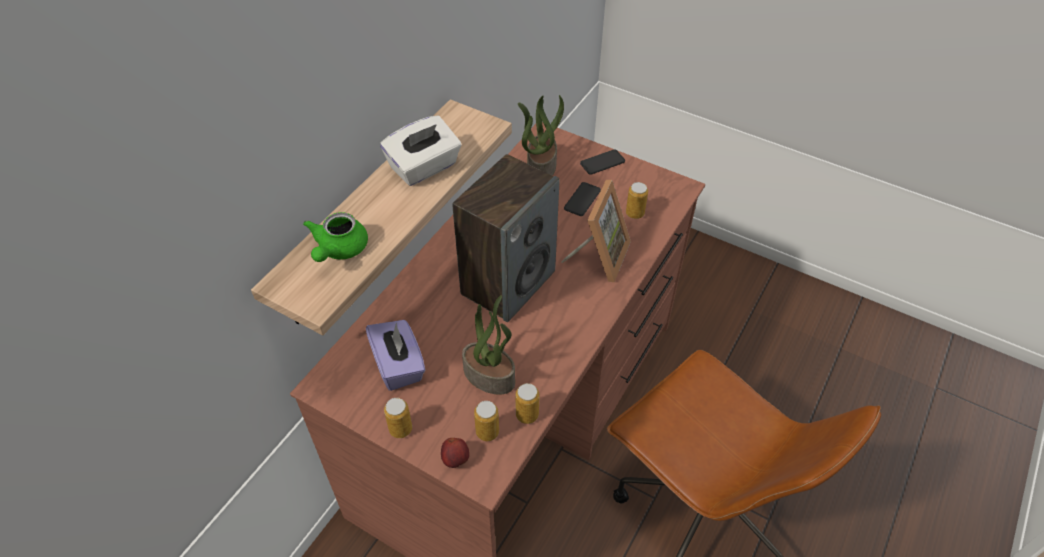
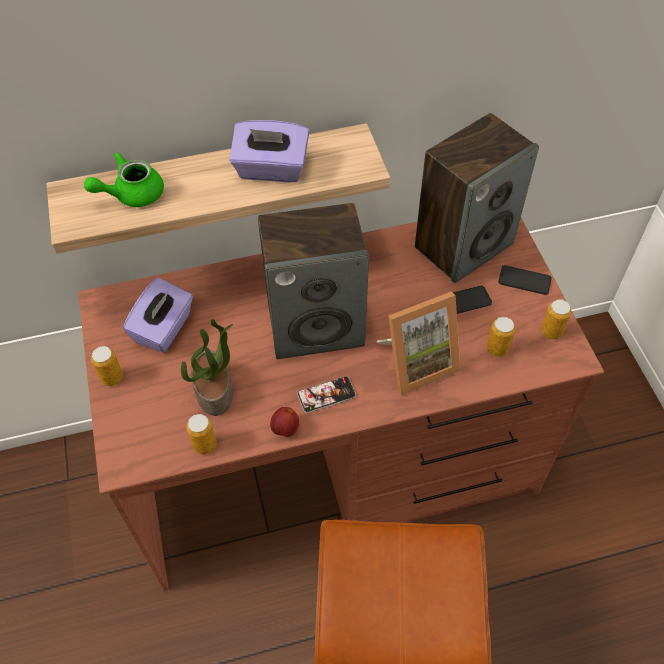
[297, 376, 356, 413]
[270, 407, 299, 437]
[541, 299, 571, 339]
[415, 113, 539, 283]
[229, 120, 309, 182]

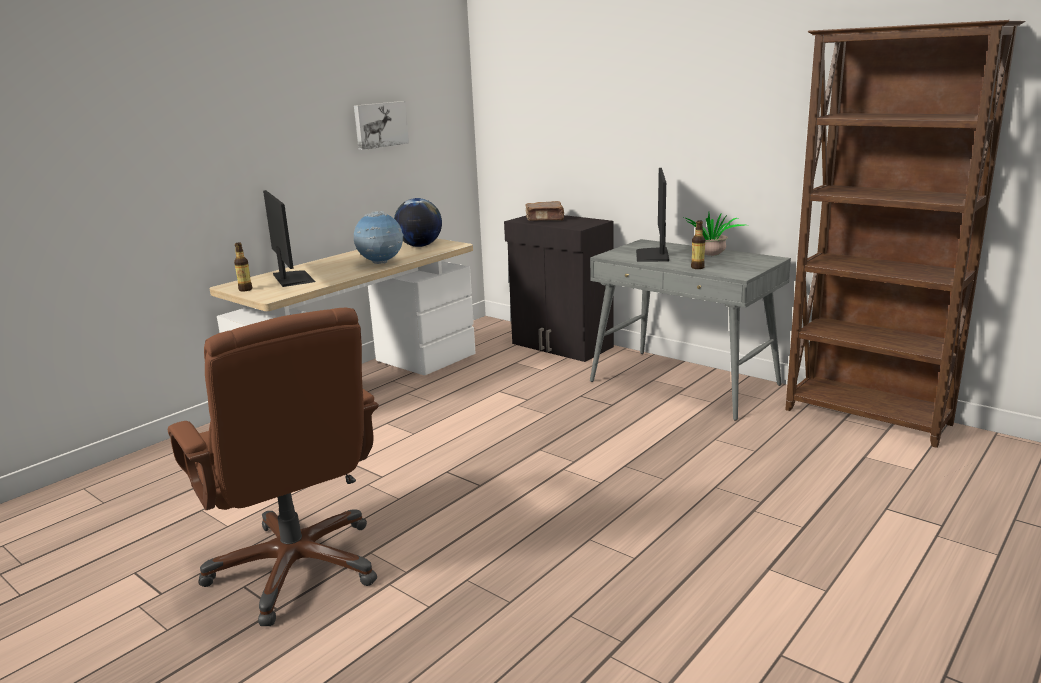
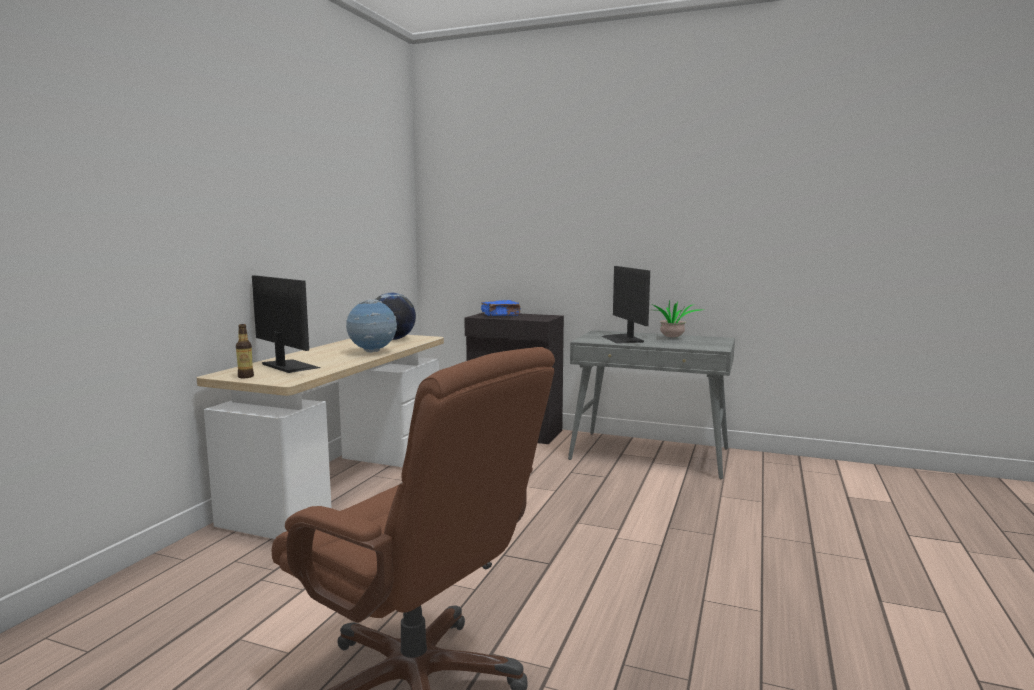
[354, 101, 409, 150] (first image)
[691, 220, 705, 269] (first image)
[785, 20, 1025, 448] (first image)
[481, 300, 521, 316]

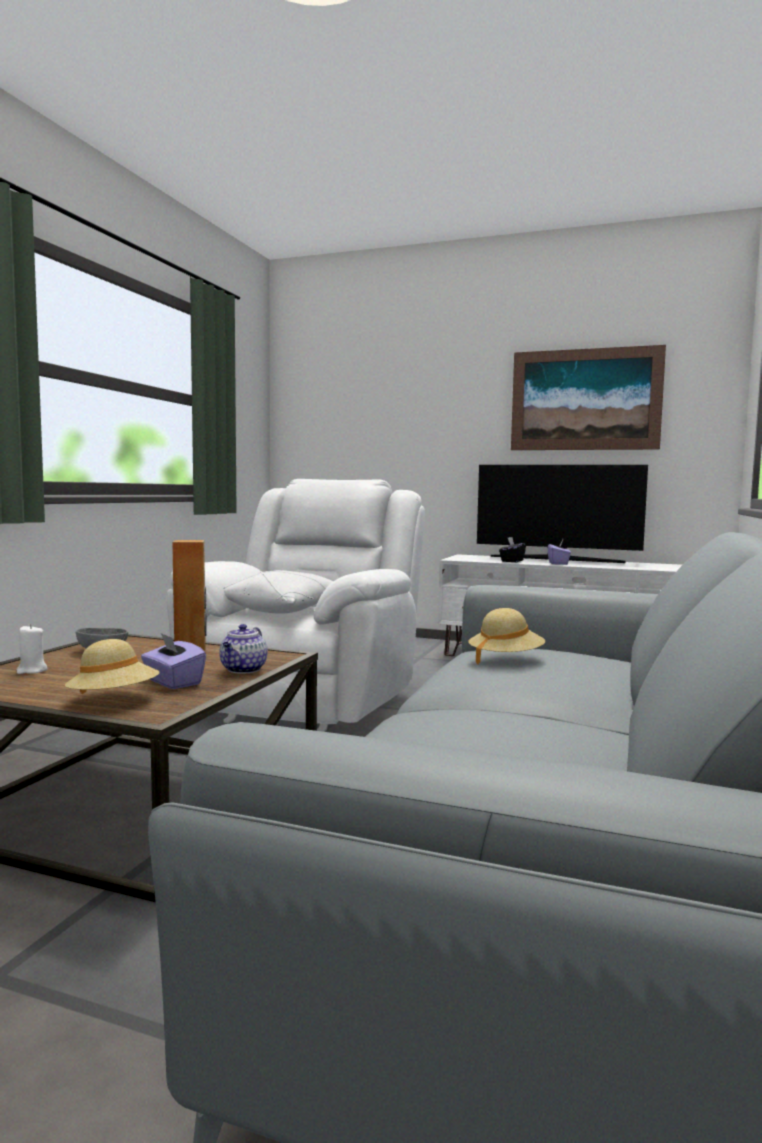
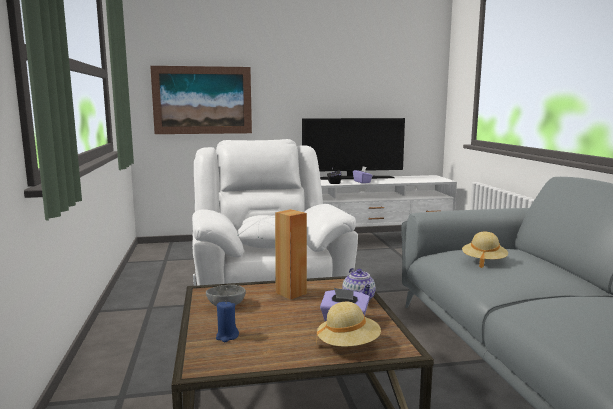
[150, 66, 252, 134]
[216, 302, 239, 342]

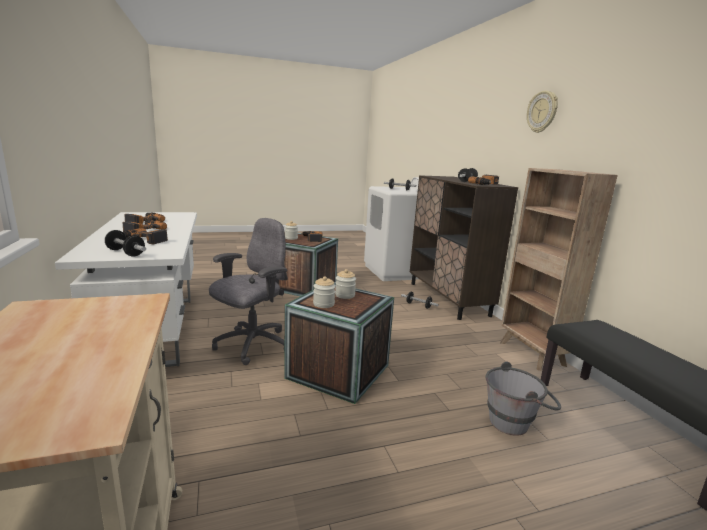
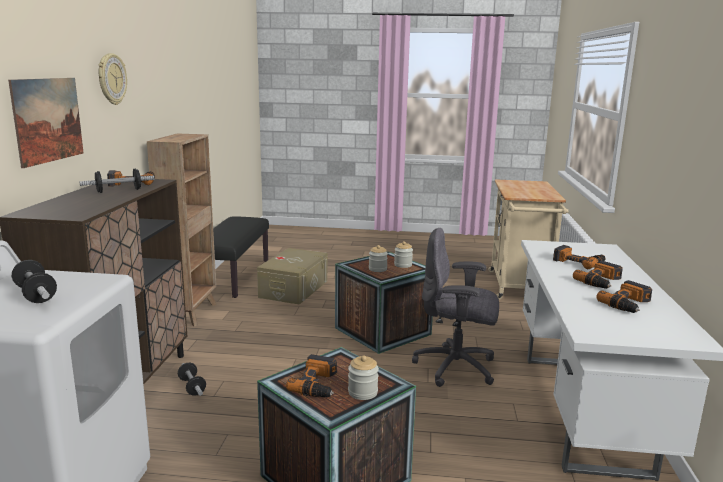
[105, 230, 146, 257] (first image)
[8, 78, 84, 168]
[257, 248, 327, 305]
[412, 228, 499, 387]

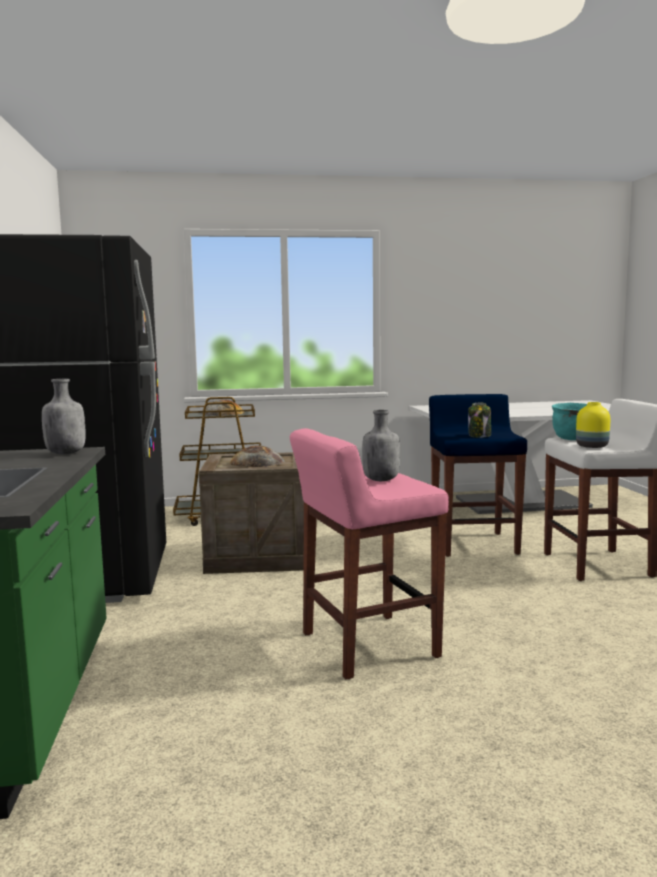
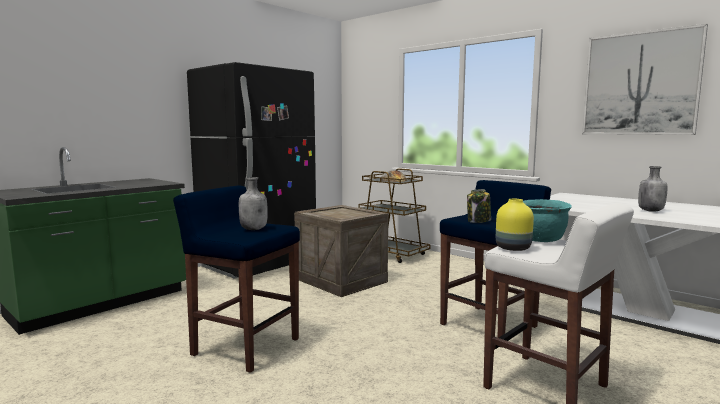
[230, 445, 285, 467] (first image)
[582, 24, 708, 135]
[638, 166, 667, 212]
[173, 186, 300, 373]

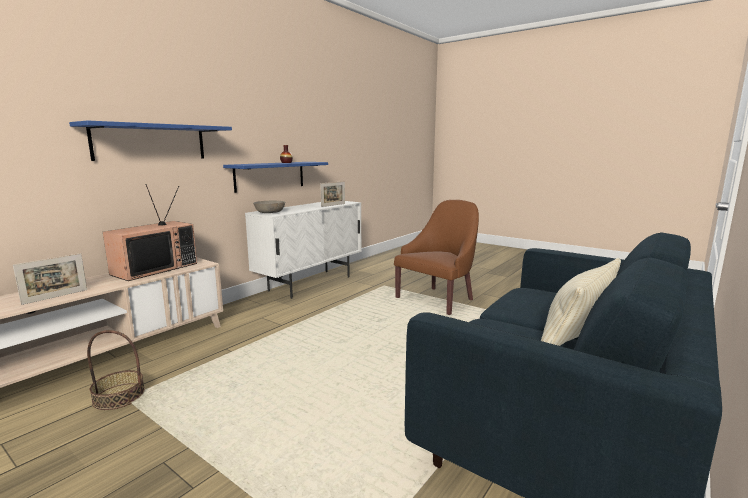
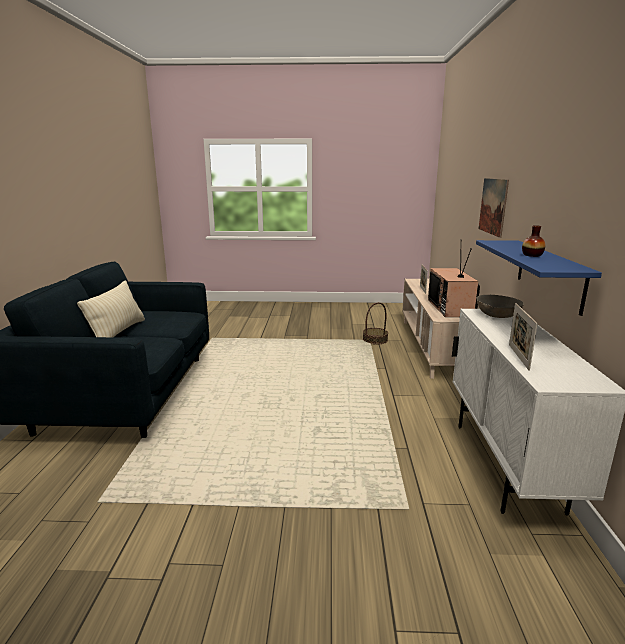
[394, 200, 479, 315] (first image)
[479, 178, 509, 238]

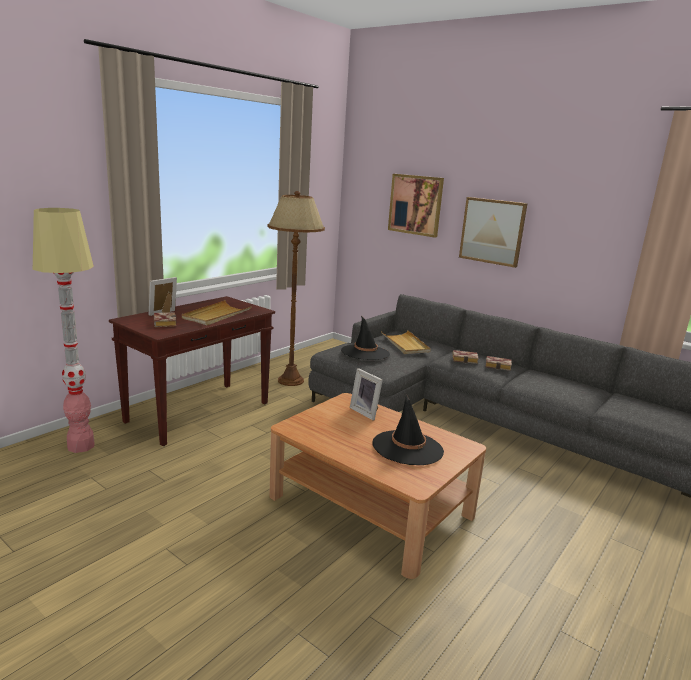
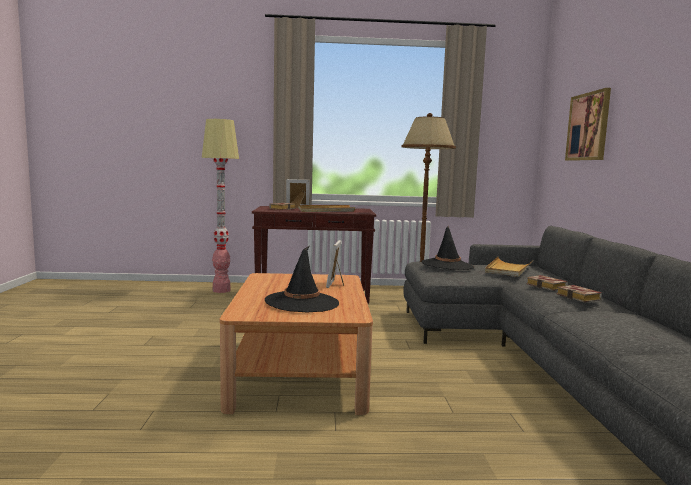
[459, 197, 528, 268] (first image)

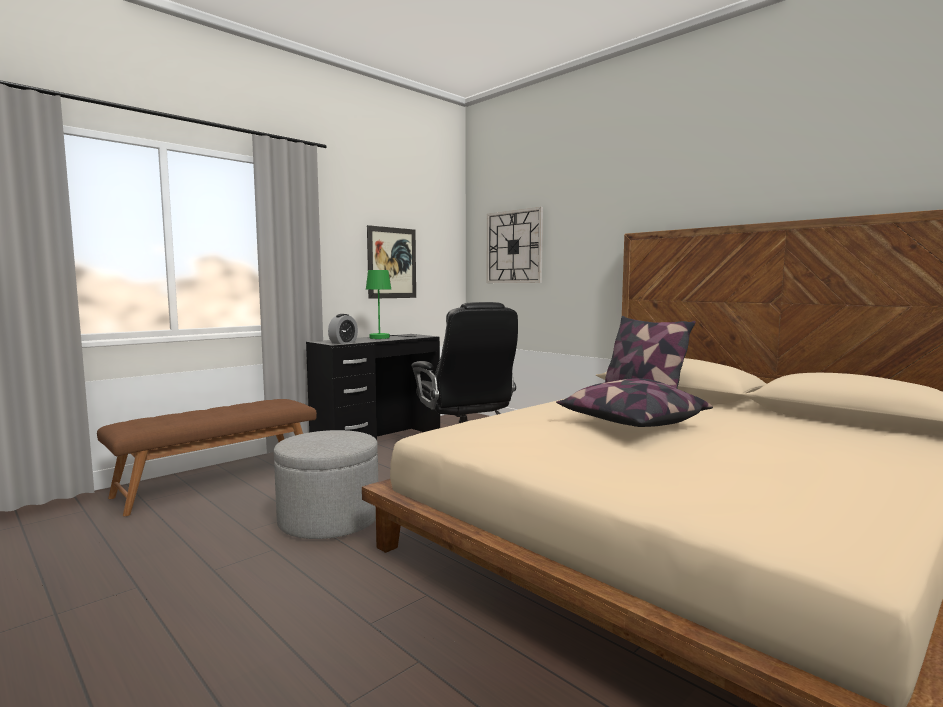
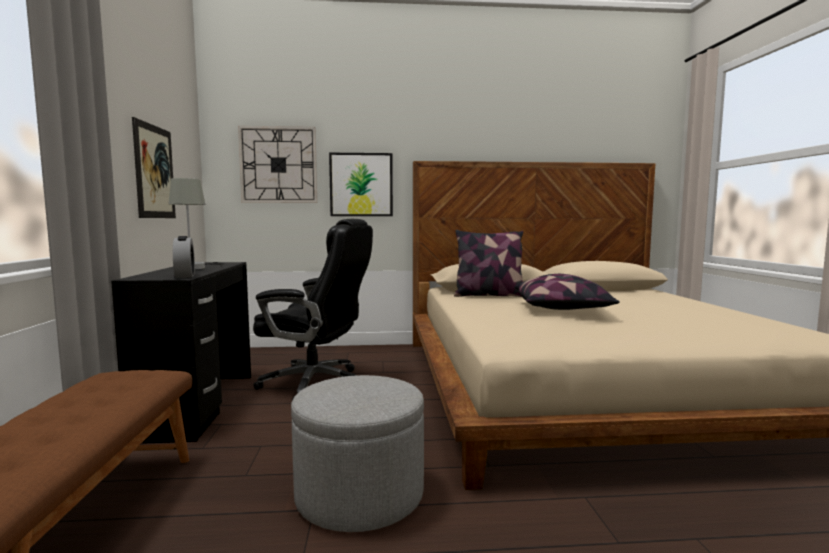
[329, 153, 393, 216]
[169, 178, 224, 270]

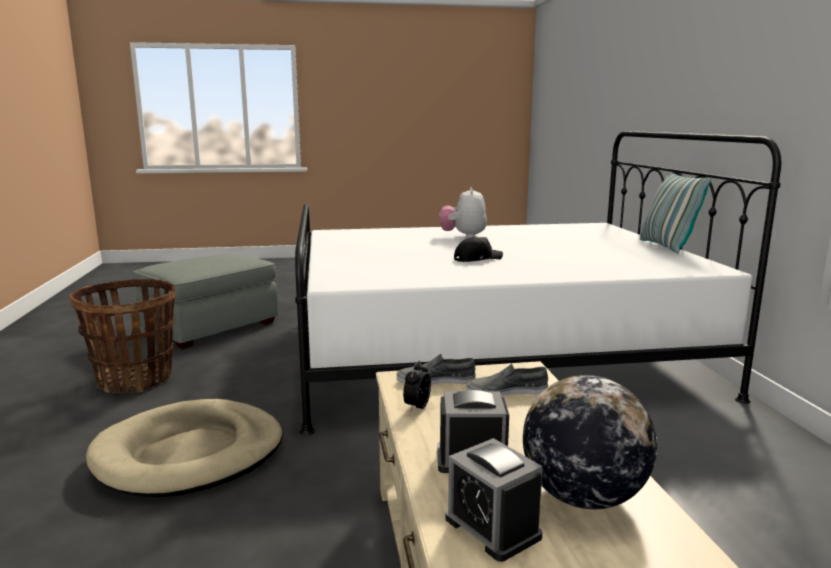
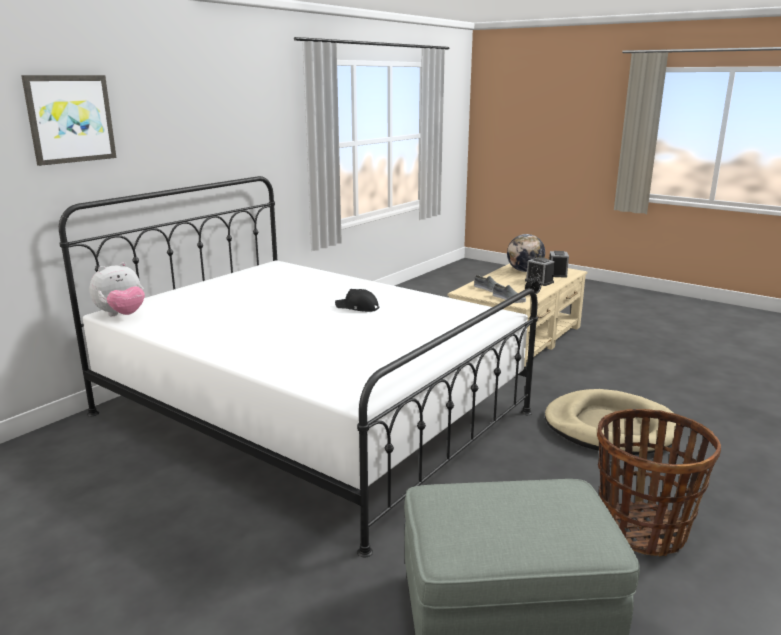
[640, 171, 712, 253] (first image)
[21, 75, 116, 166]
[89, 262, 145, 316]

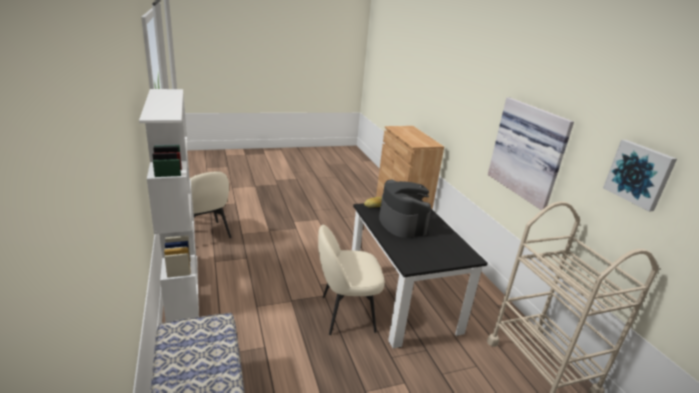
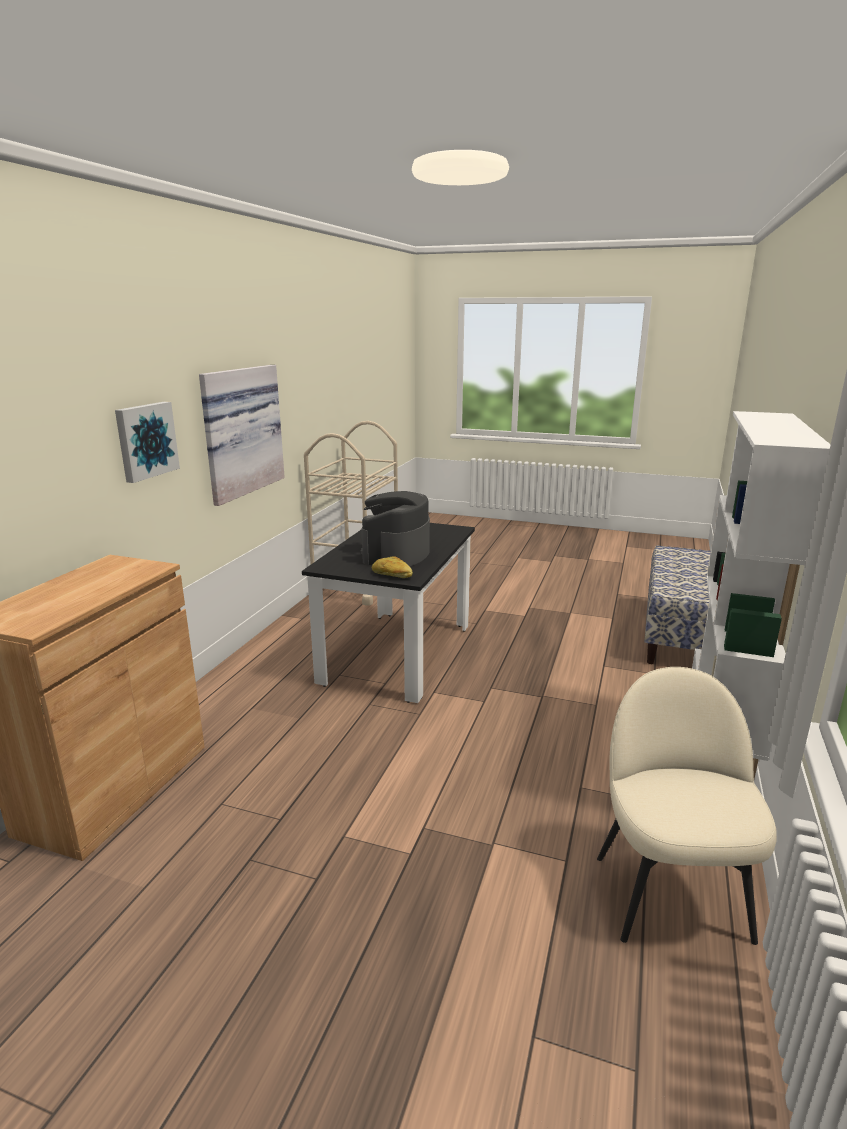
[318, 224, 385, 335] (first image)
[115, 401, 180, 483]

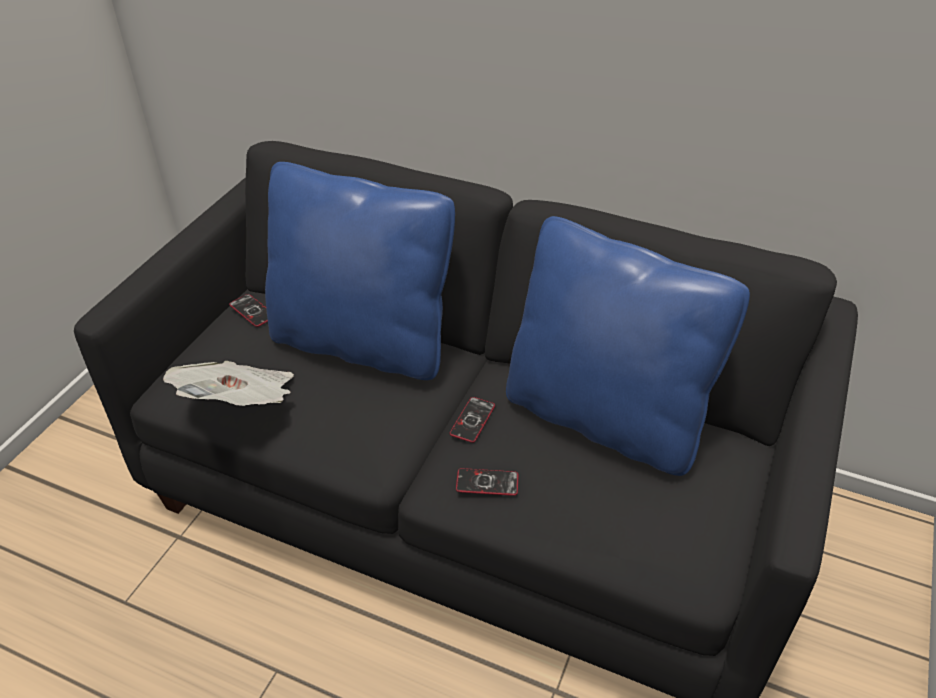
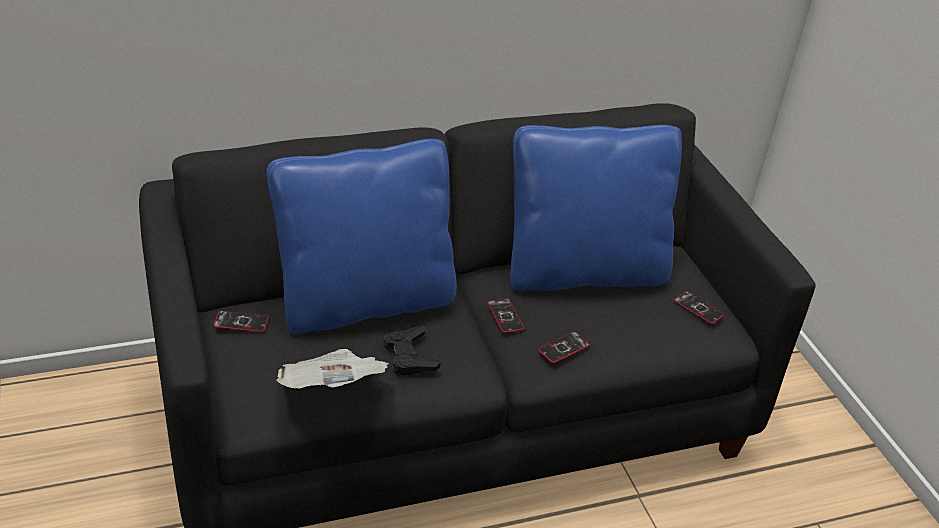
[383, 325, 441, 376]
[674, 291, 724, 324]

